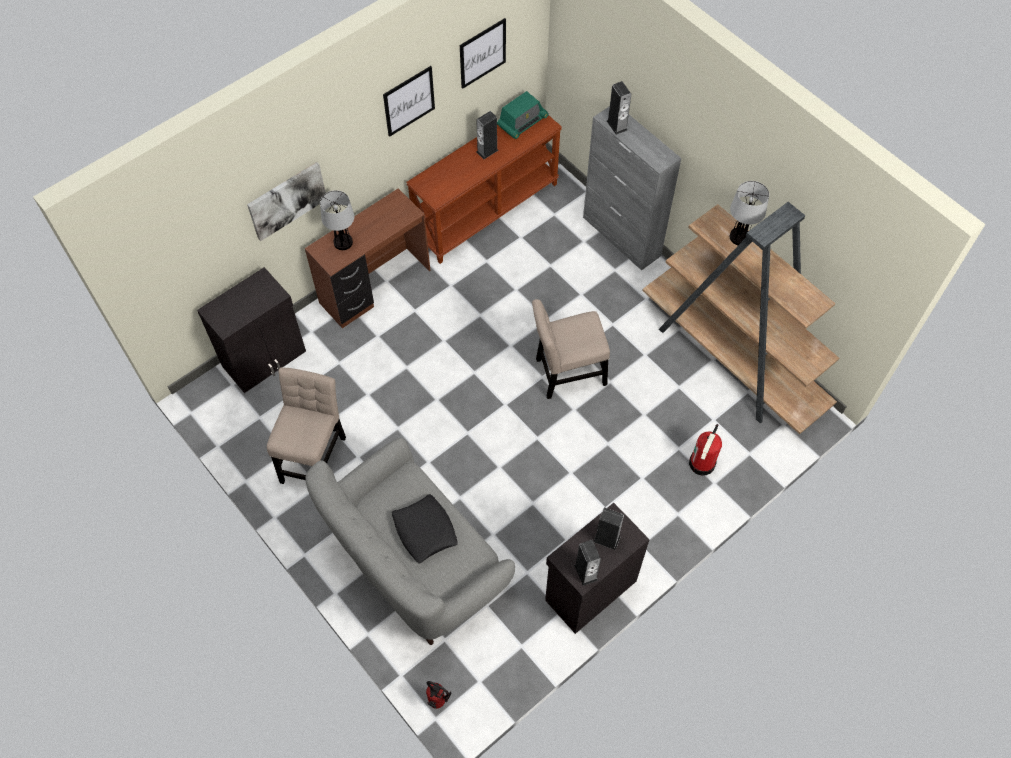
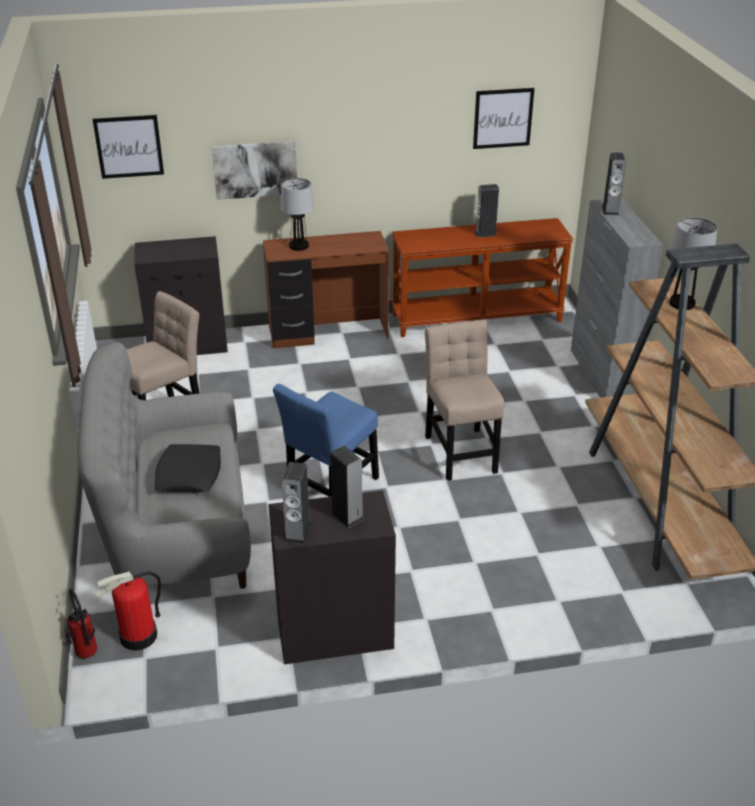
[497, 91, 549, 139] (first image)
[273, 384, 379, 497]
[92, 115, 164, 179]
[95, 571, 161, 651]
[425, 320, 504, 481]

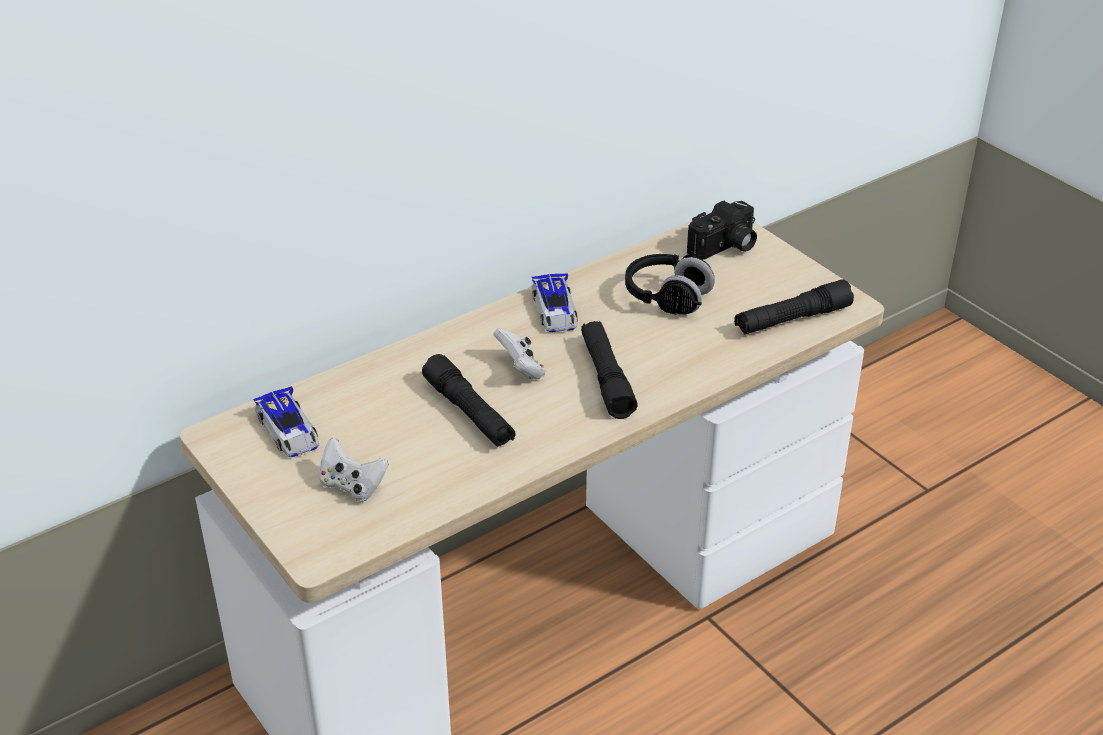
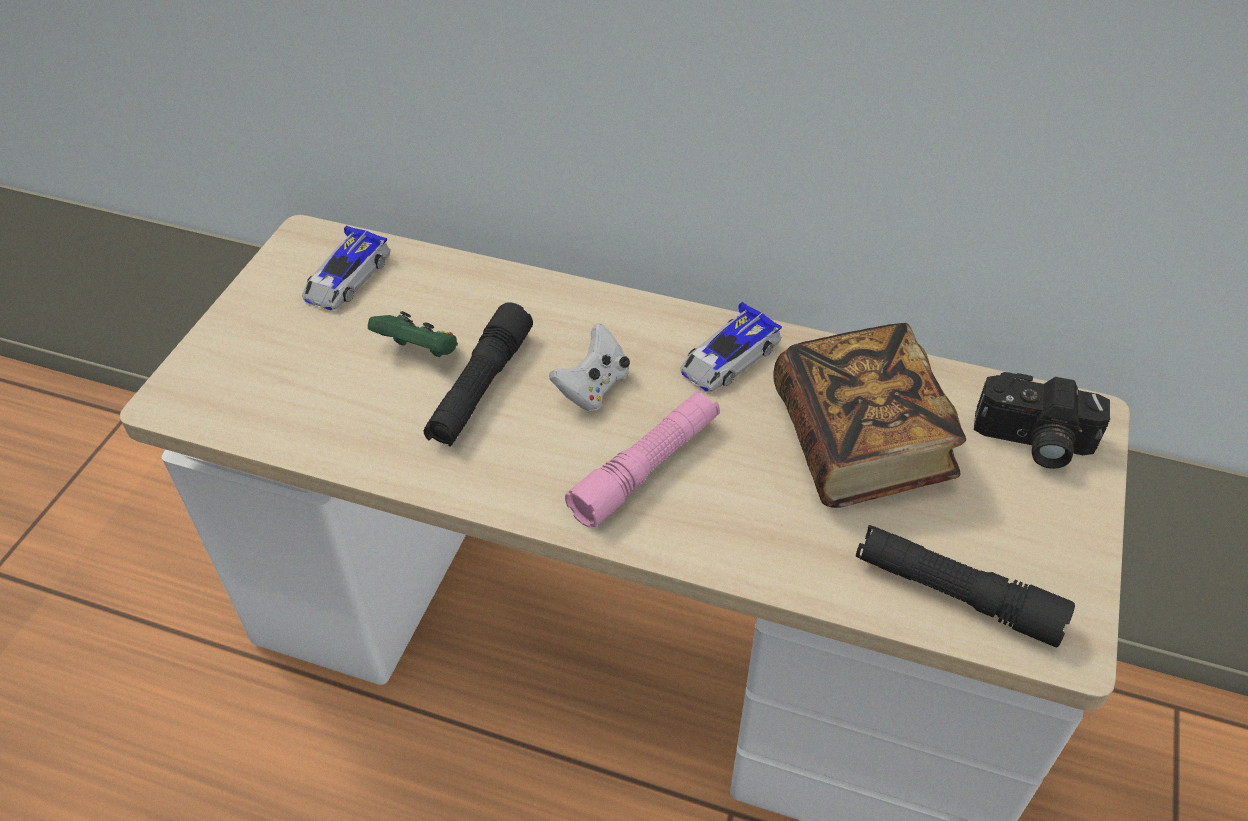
[319, 437, 389, 502] (first image)
[368, 311, 458, 358]
[773, 323, 966, 508]
[565, 390, 720, 528]

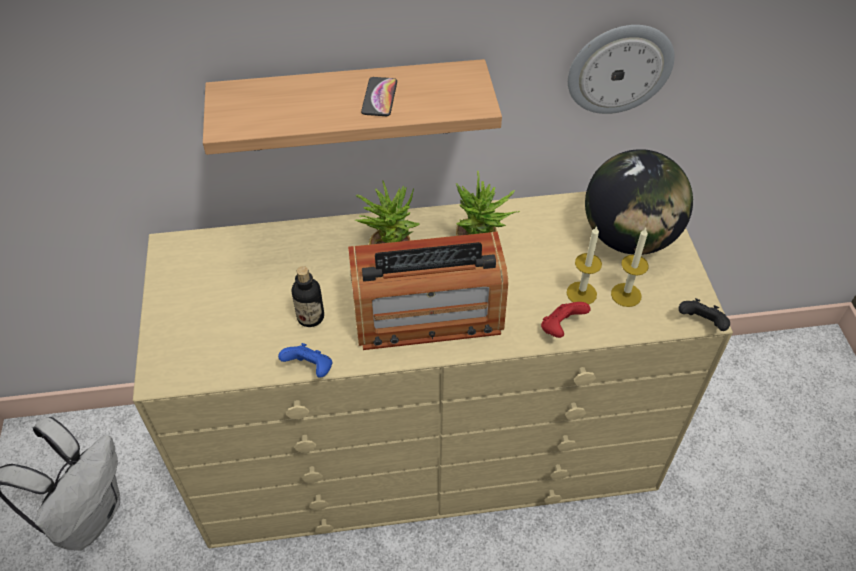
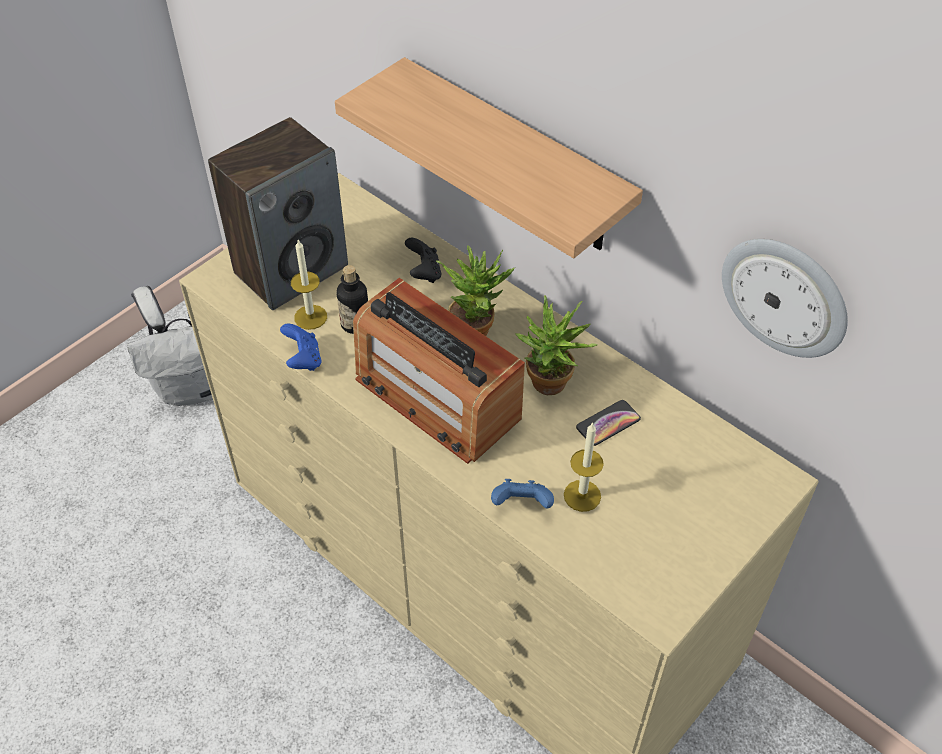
[585, 149, 693, 255] (first image)
[208, 117, 348, 310]
[576, 400, 641, 446]
[291, 240, 327, 330]
[405, 238, 441, 283]
[491, 479, 554, 508]

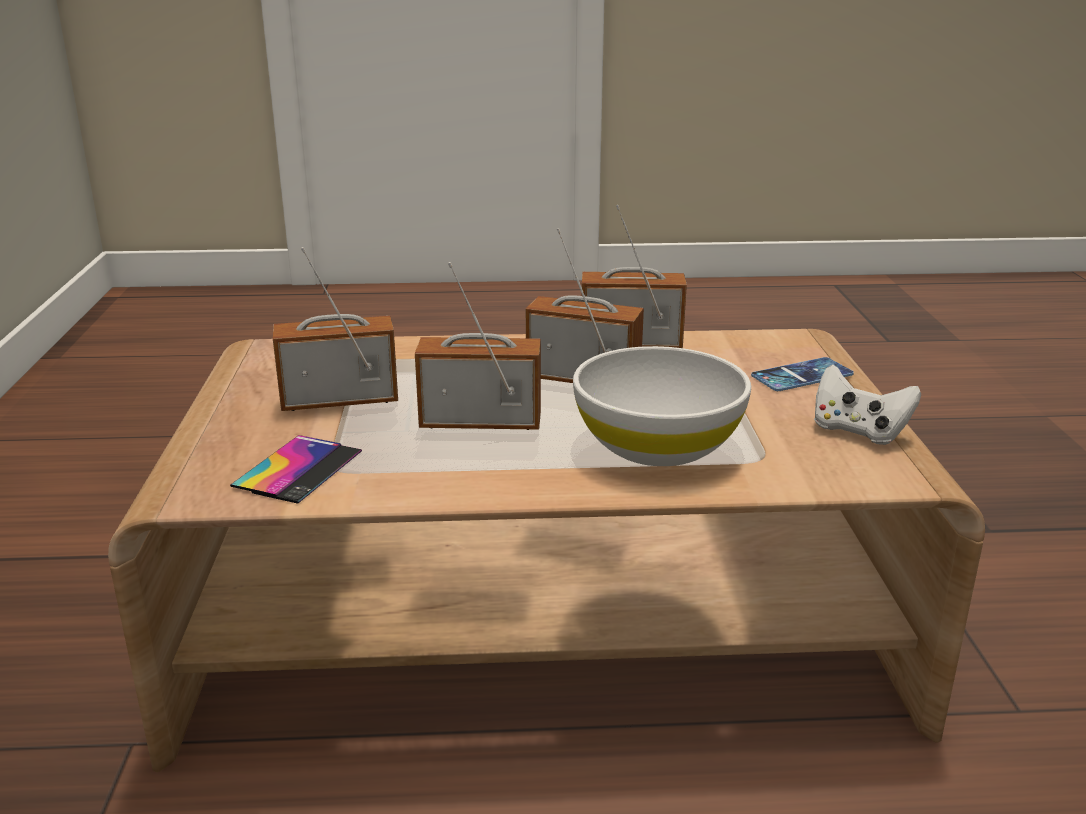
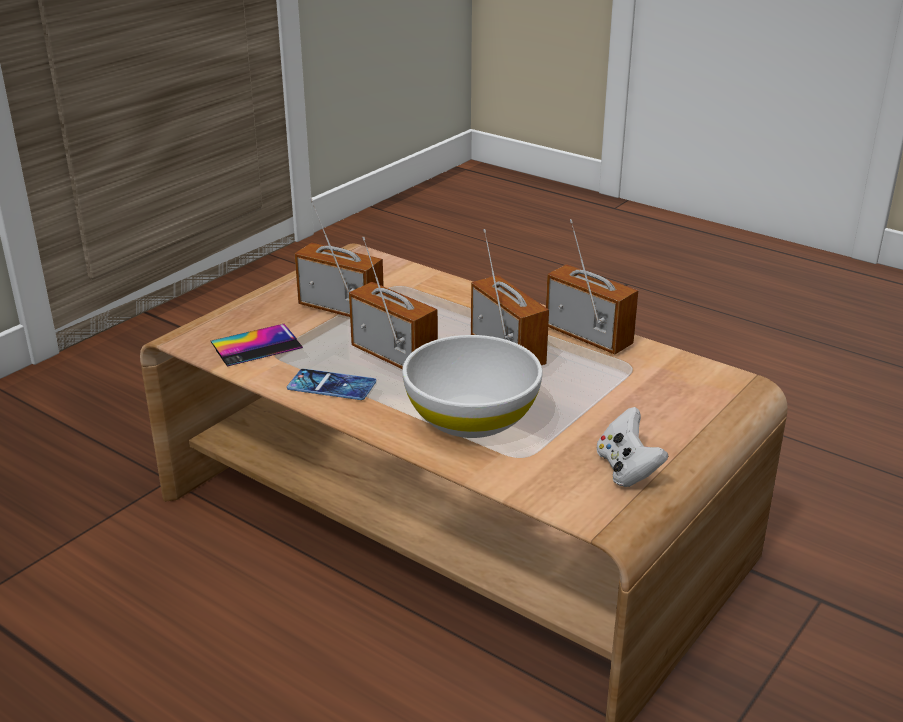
[287, 369, 376, 400]

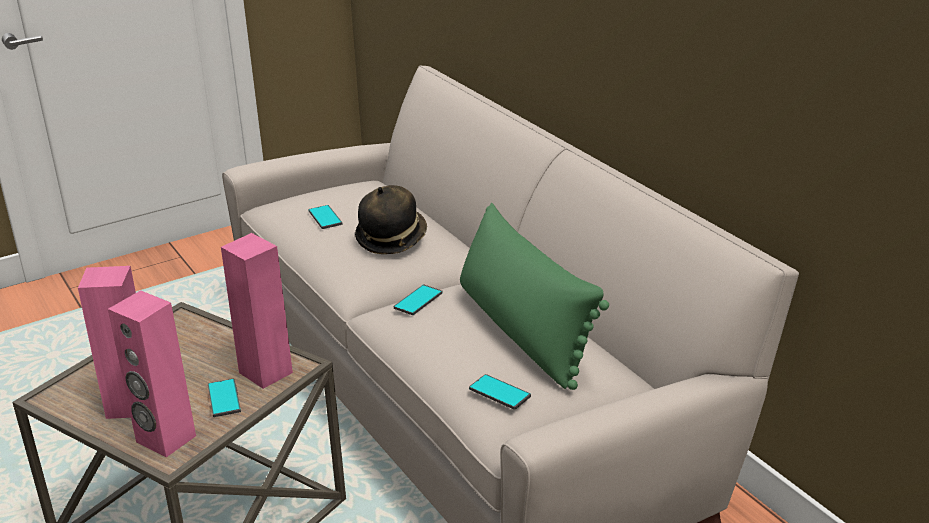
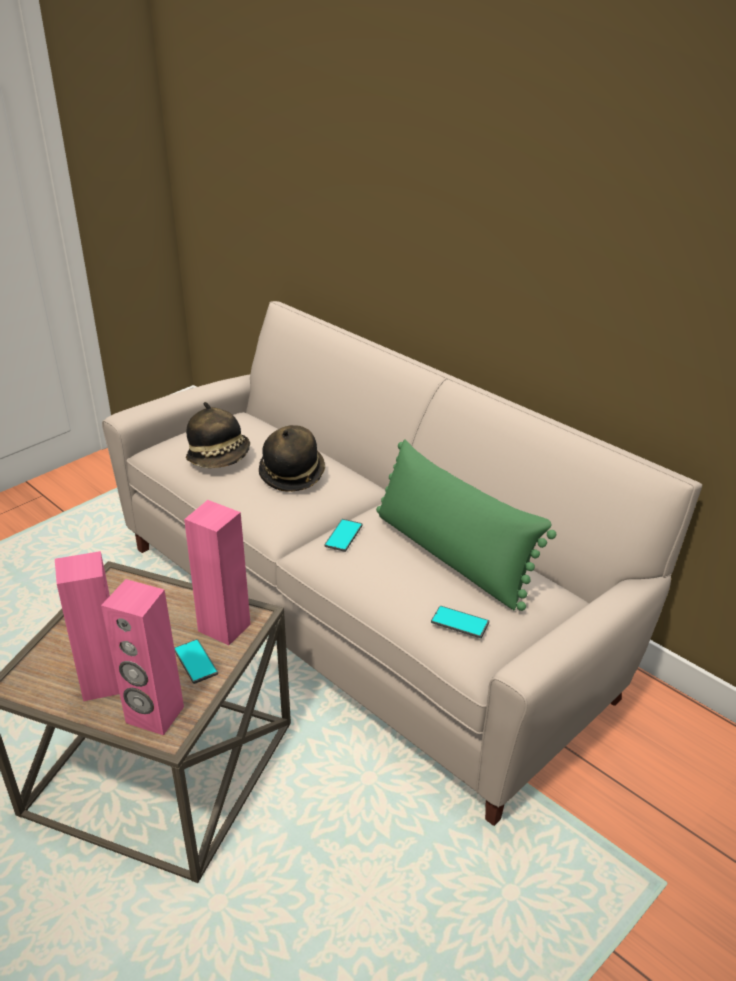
[186, 402, 250, 468]

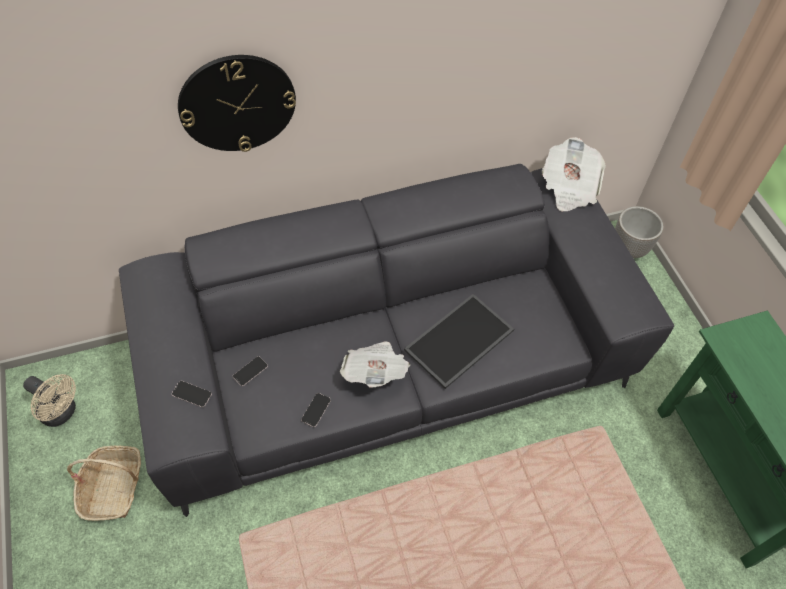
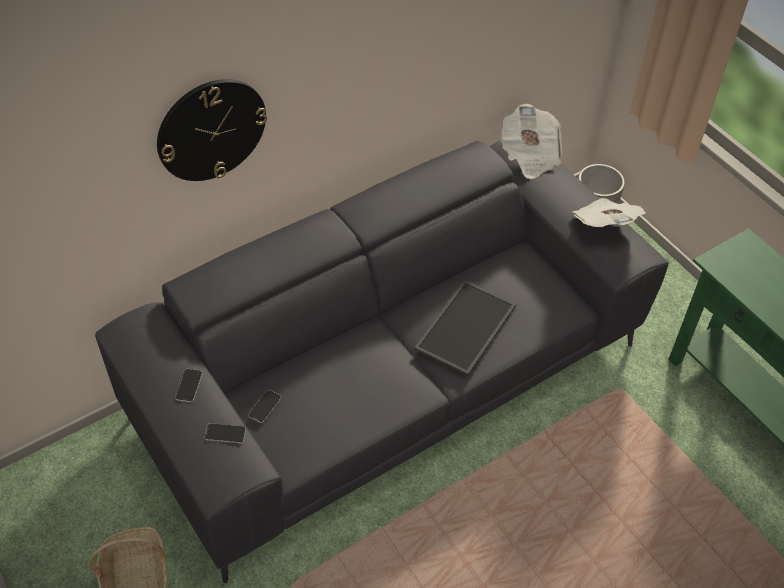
[23, 374, 76, 427] (first image)
[175, 369, 203, 402]
[573, 198, 646, 227]

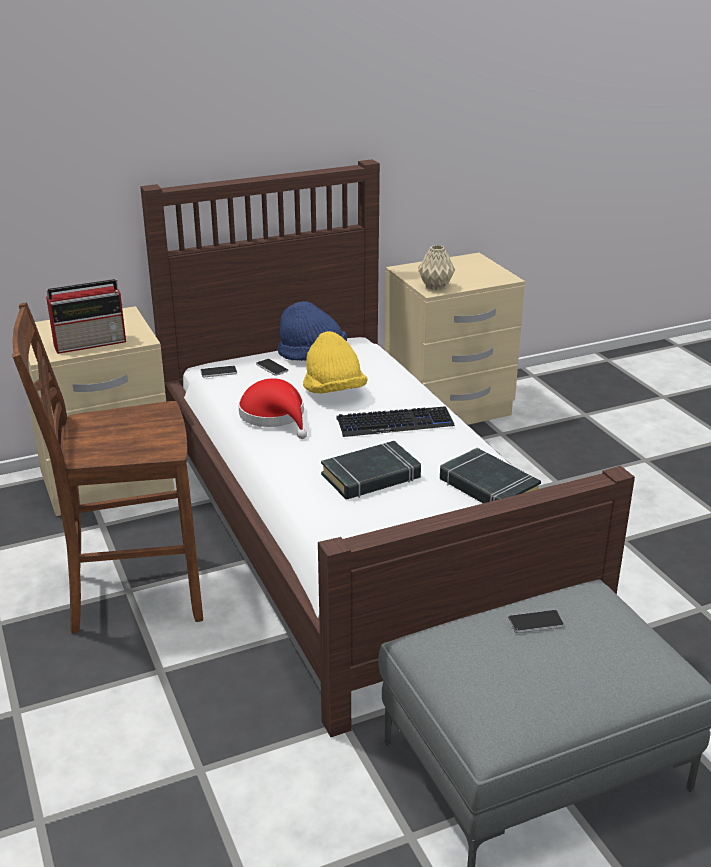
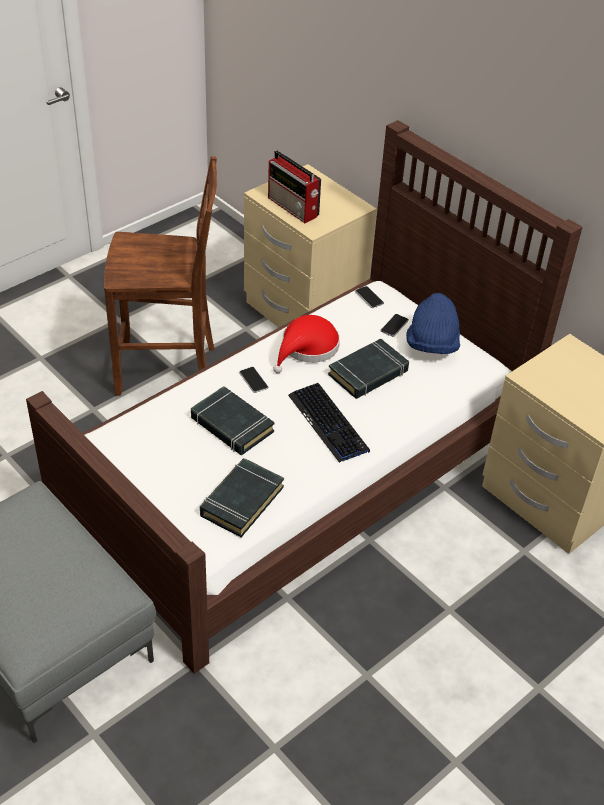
[418, 245, 455, 290] (first image)
[239, 367, 268, 393]
[328, 339, 409, 399]
[104, 156, 217, 396]

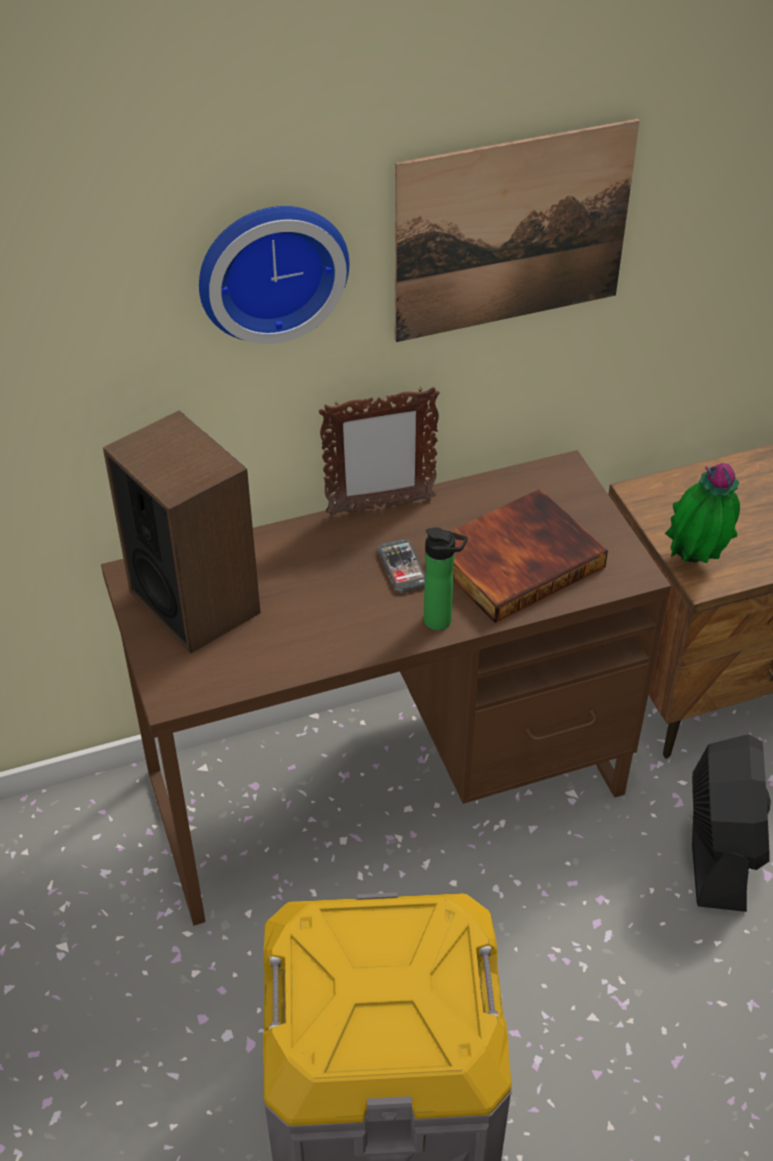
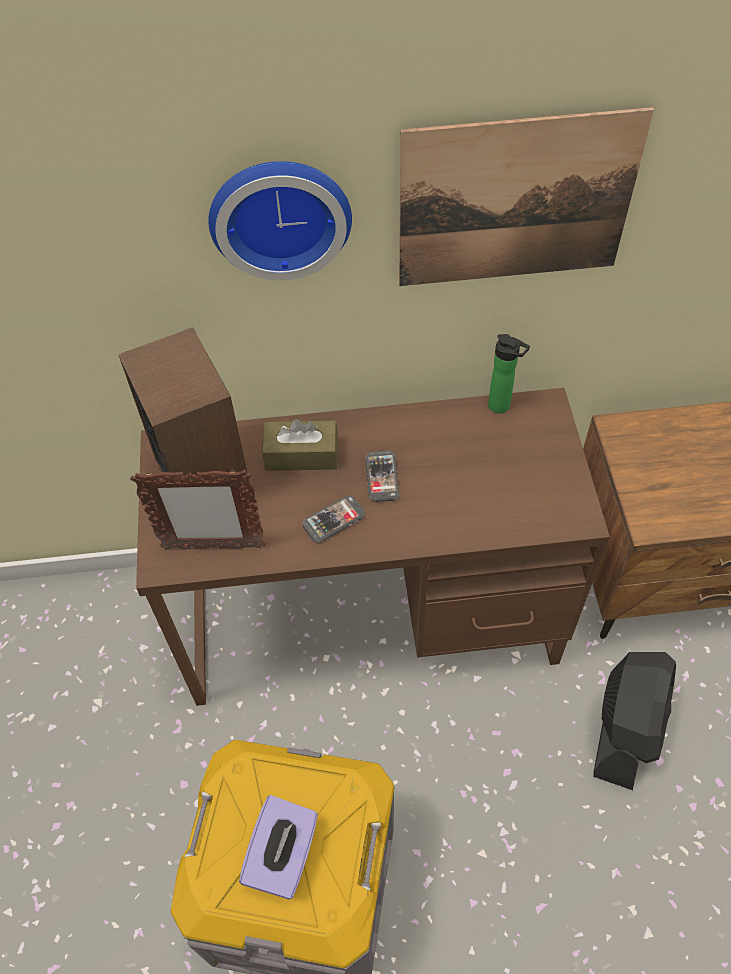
[451, 489, 608, 623] (first image)
[665, 463, 740, 563] (first image)
[239, 795, 318, 899]
[262, 419, 338, 471]
[302, 495, 365, 543]
[130, 468, 266, 550]
[488, 334, 530, 414]

